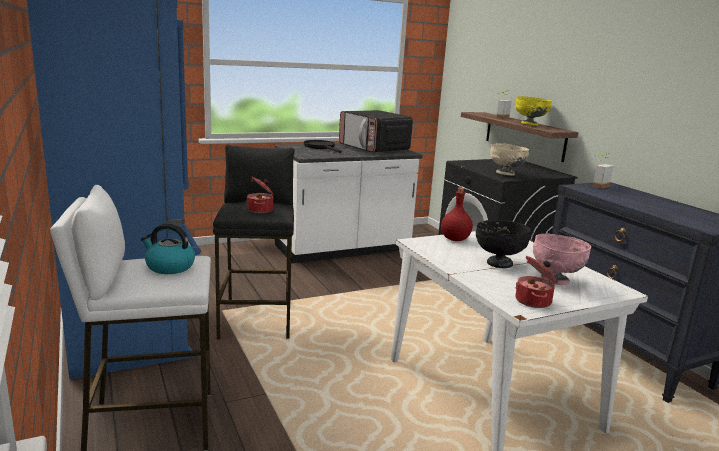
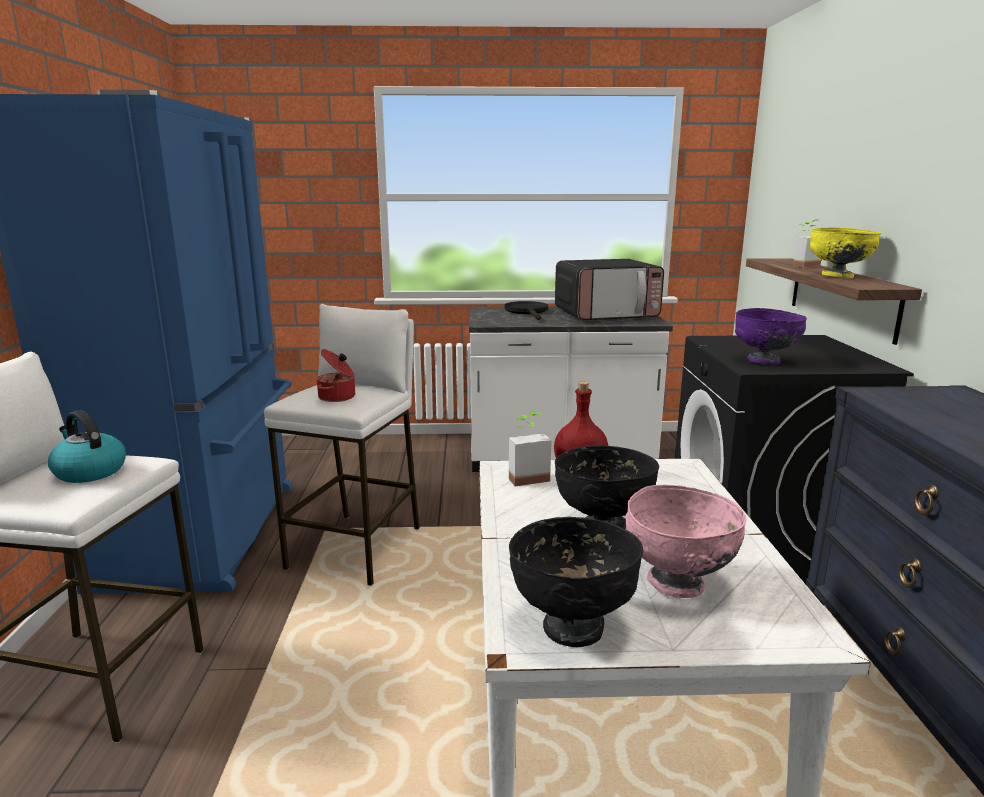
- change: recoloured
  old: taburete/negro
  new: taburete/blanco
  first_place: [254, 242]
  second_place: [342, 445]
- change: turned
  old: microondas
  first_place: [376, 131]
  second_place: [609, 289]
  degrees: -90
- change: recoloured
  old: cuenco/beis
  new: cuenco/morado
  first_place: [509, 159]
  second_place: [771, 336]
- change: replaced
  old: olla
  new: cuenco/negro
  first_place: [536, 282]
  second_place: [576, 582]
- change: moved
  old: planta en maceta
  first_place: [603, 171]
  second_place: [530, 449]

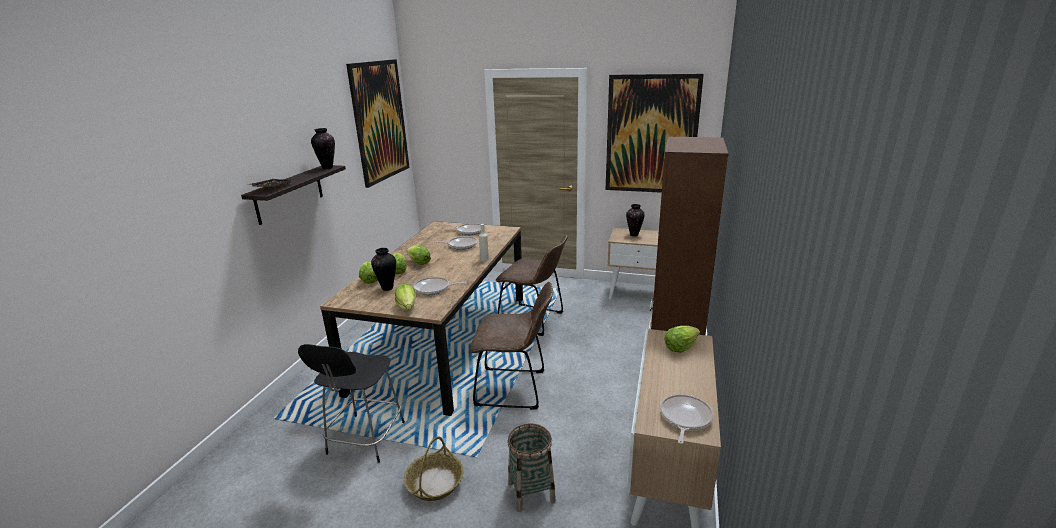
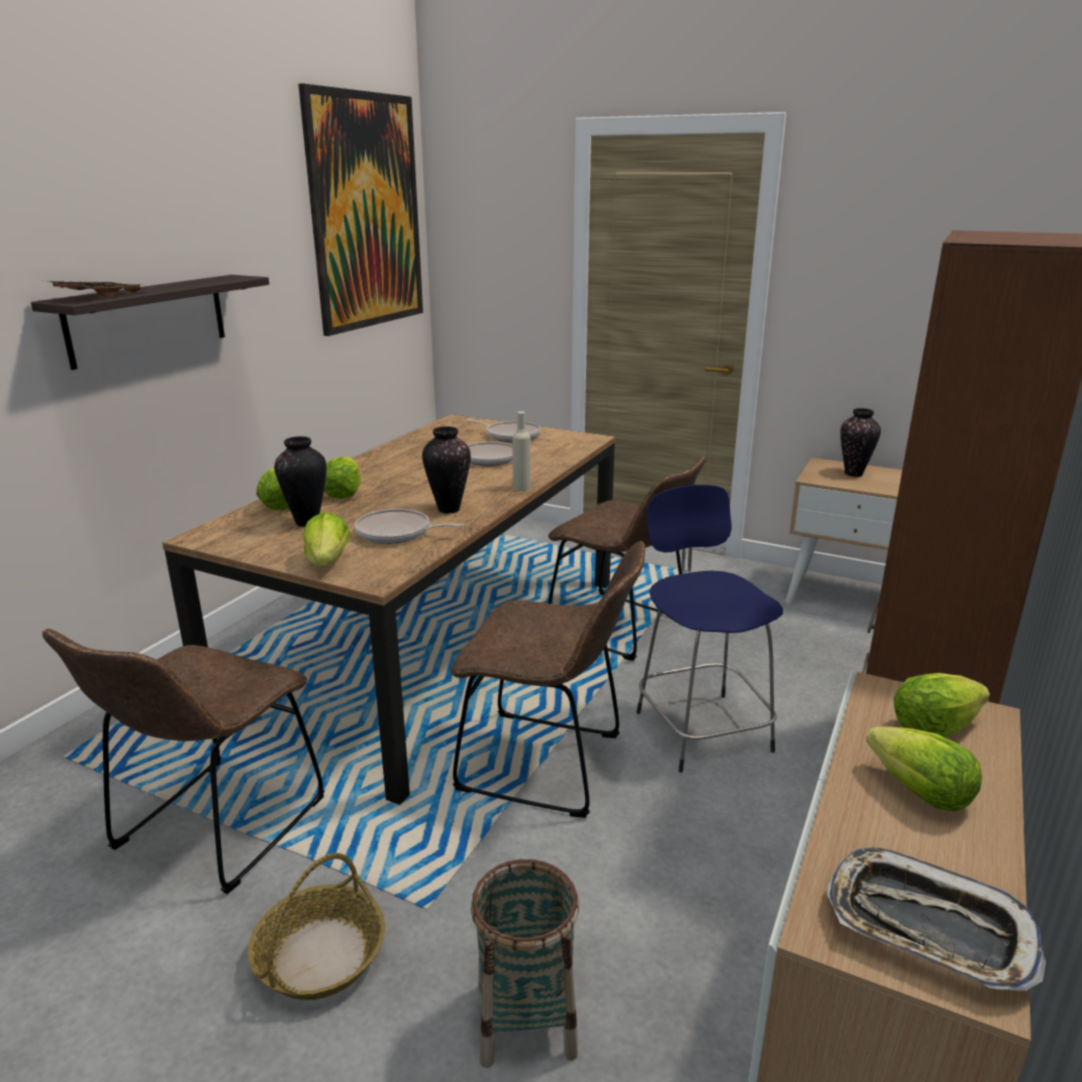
- change: replaced
  old: taburete/negro
  new: silla/marrón
  first_place: [351, 403]
  second_place: [183, 761]
- change: moved
  old: florero
  first_place: [323, 148]
  second_place: [446, 470]
- change: moved
  old: lechuga
  first_place: [418, 255]
  second_place: [924, 769]
- change: removed
  old: cuadro
  first_place: [655, 133]
- change: replaced
  old: sartén
  new: bandeja
  first_place: [686, 419]
  second_place: [936, 919]
- change: added
  new: taburete/azul
  second_place: [709, 628]

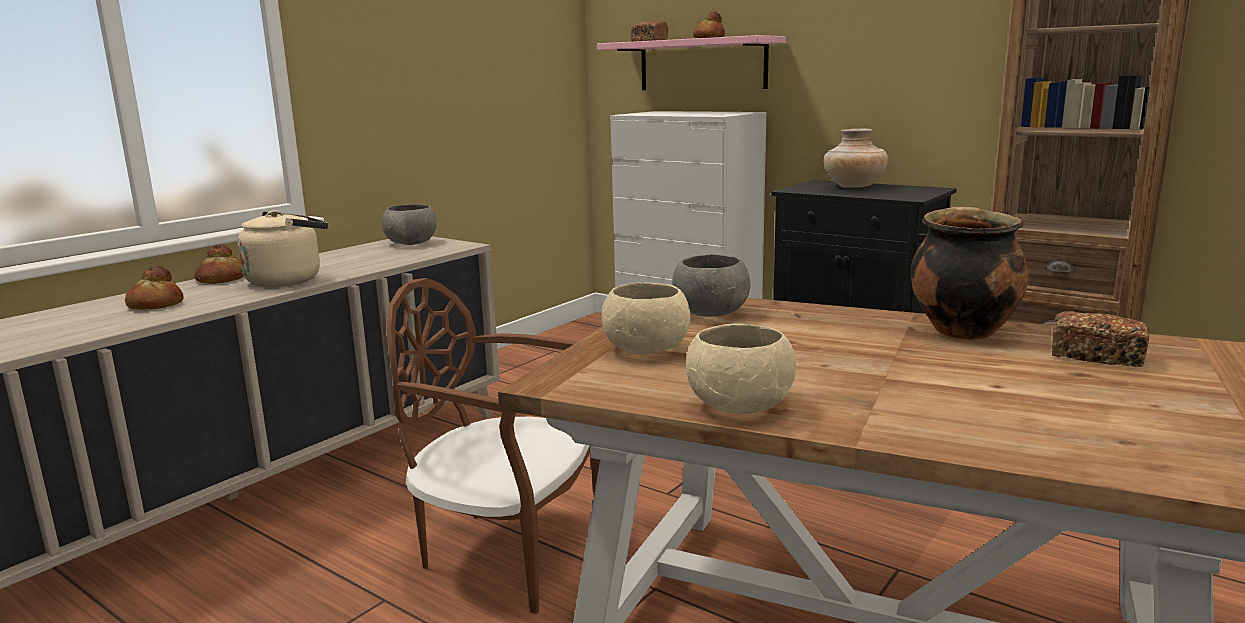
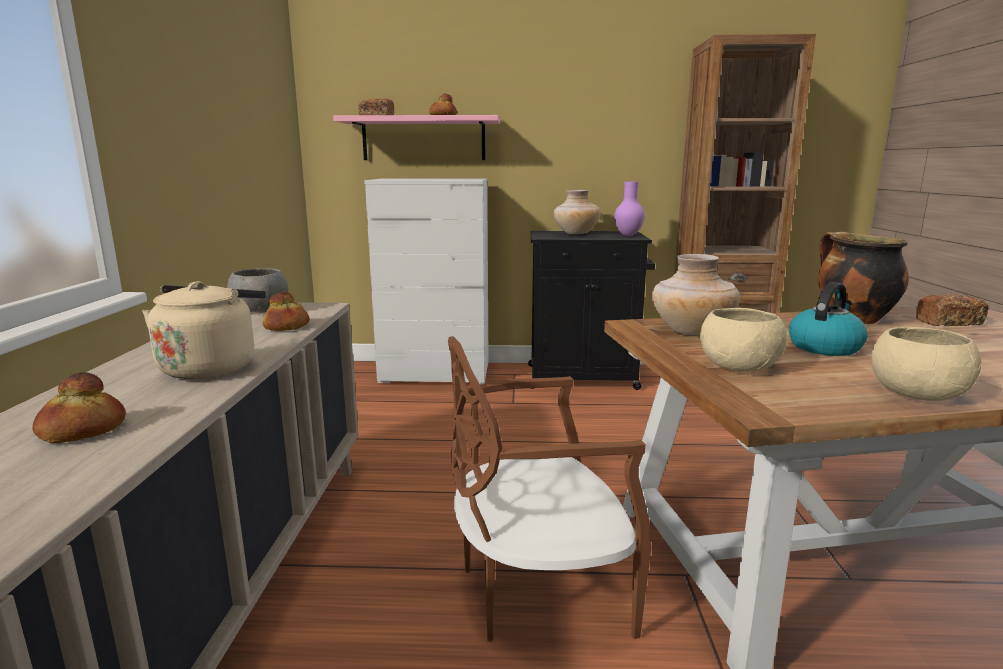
- change: moved
  old: pan
  first_place: [219, 264]
  second_place: [286, 311]
- change: replaced
  old: cuenco/gris
  new: florero/beis
  first_place: [711, 285]
  second_place: [696, 294]
- change: added
  new: florero/morado
  second_place: [629, 208]
- change: added
  new: hervidor
  second_place: [828, 319]

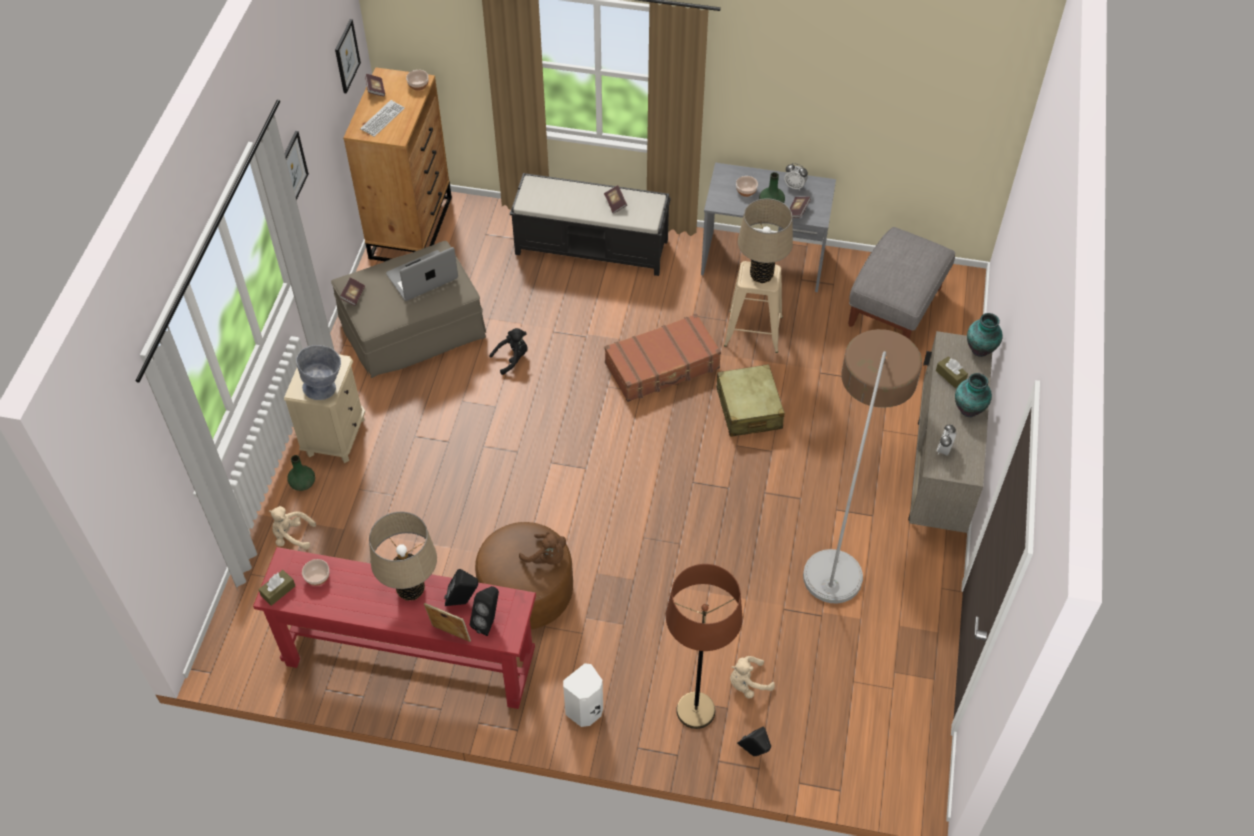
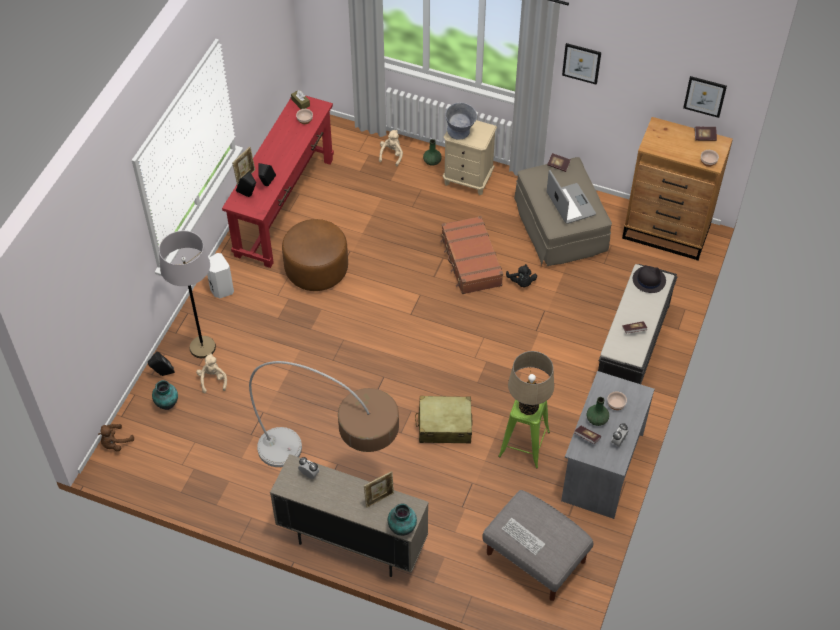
- change: moved
  old: teclado
  first_place: [382, 118]
  second_place: [523, 536]
- change: removed
  old: lámpara de mesa/beis
  first_place: [403, 556]
- change: moved
  old: peluche/marrón
  first_place: [542, 548]
  second_place: [116, 438]
- change: moved
  old: maleta/marrón
  first_place: [662, 357]
  second_place: [471, 255]
- change: recoloured
  old: lámpara de pie/marrón
  new: lámpara de pie/gris
  first_place: [704, 646]
  second_place: [187, 294]
- change: recoloured
  old: taburete/beis
  new: taburete/verde
  first_place: [753, 307]
  second_place: [524, 433]
- change: replaced
  old: caja de pañuelos/marrón
  new: portarretratos
  first_place: [952, 372]
  second_place: [379, 489]
- change: moved
  old: florero
  first_place: [973, 395]
  second_place: [165, 395]
- change: added
  new: sombrero/negro
  second_place: [649, 279]

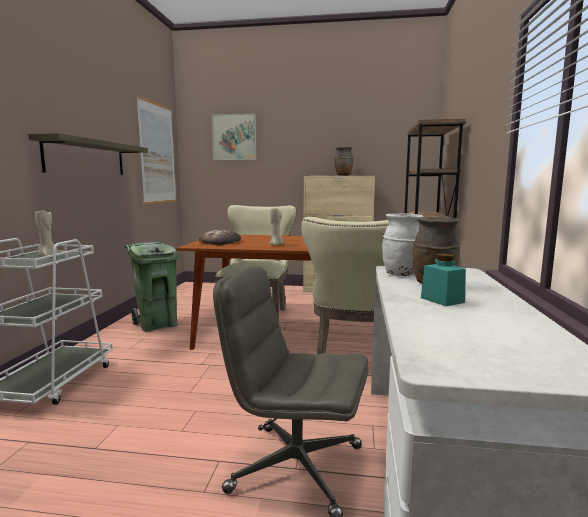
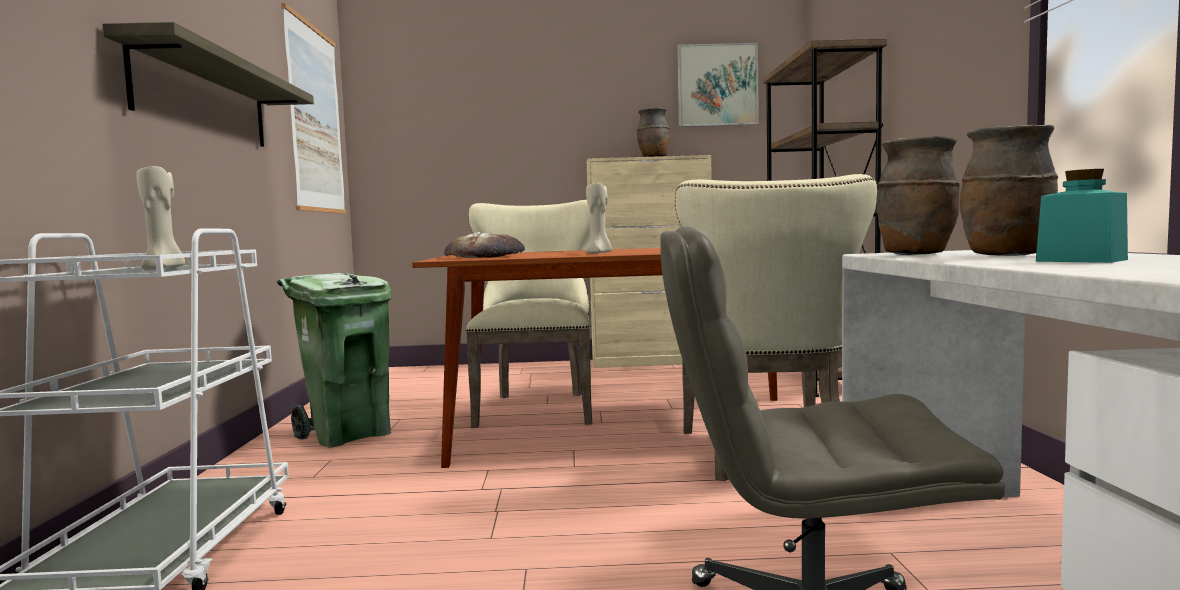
- change: moved
  old: cuadro
  first_place: [234, 136]
  second_place: [718, 85]
- change: recoloured
  old: florero/blanco
  new: florero/marrón
  first_place: [403, 244]
  second_place: [918, 195]

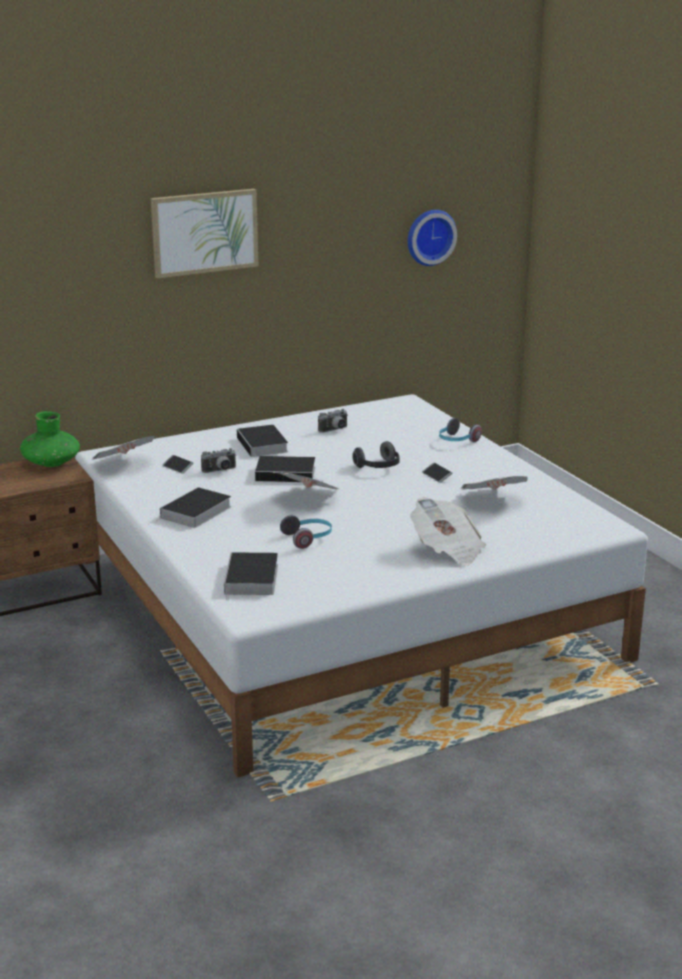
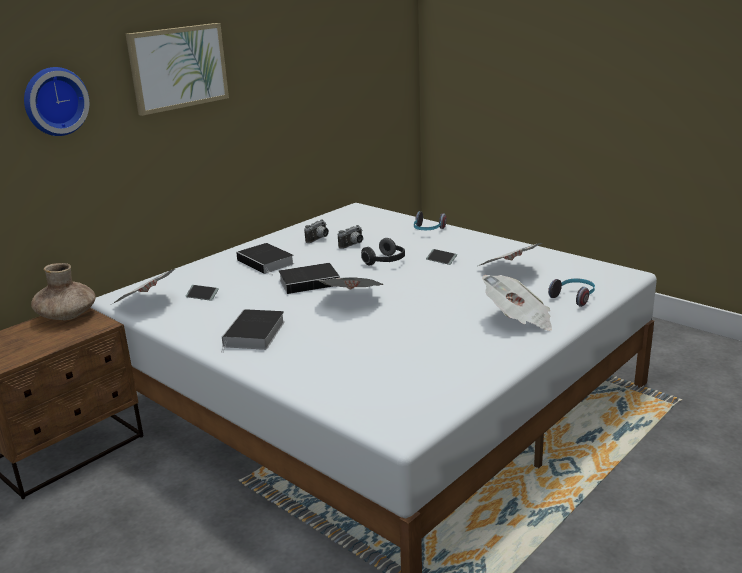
- change: recoloured
  old: florero/verde
  new: florero/marrón
  first_place: [50, 439]
  second_place: [63, 291]
- change: moved
  old: cámara
  first_place: [218, 460]
  second_place: [350, 237]
- change: removed
  old: libro
  first_place: [251, 576]
- change: moved
  old: auriculares
  first_place: [306, 532]
  second_place: [571, 292]
- change: moved
  old: reloj de pared
  first_place: [432, 238]
  second_place: [56, 101]

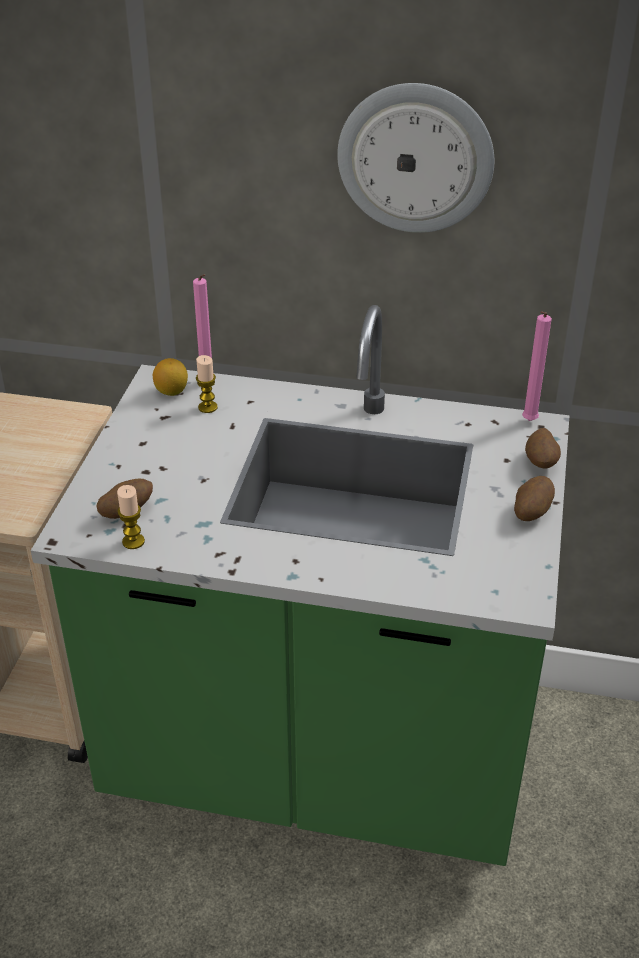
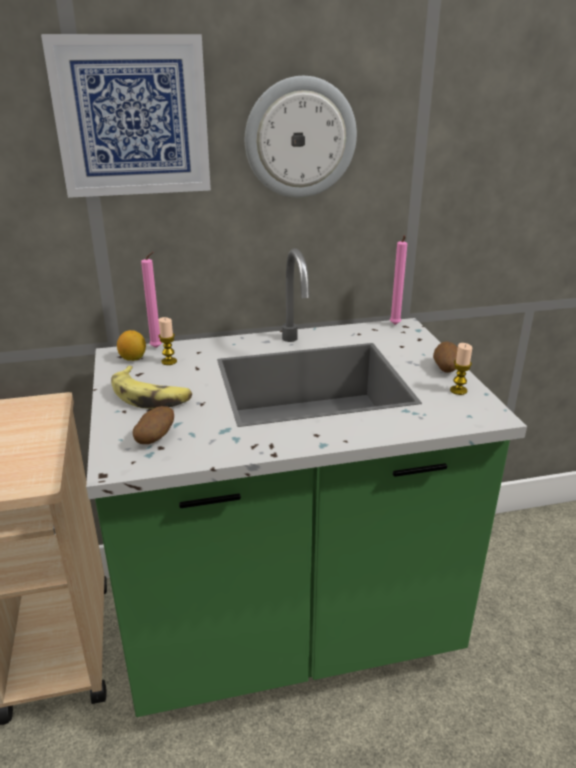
- change: moved
  old: vela
  first_place: [131, 517]
  second_place: [461, 369]
- change: removed
  old: patata
  first_place: [543, 448]
- change: added
  new: cuadro
  second_place: [126, 116]
- change: added
  new: plátano
  second_place: [151, 387]

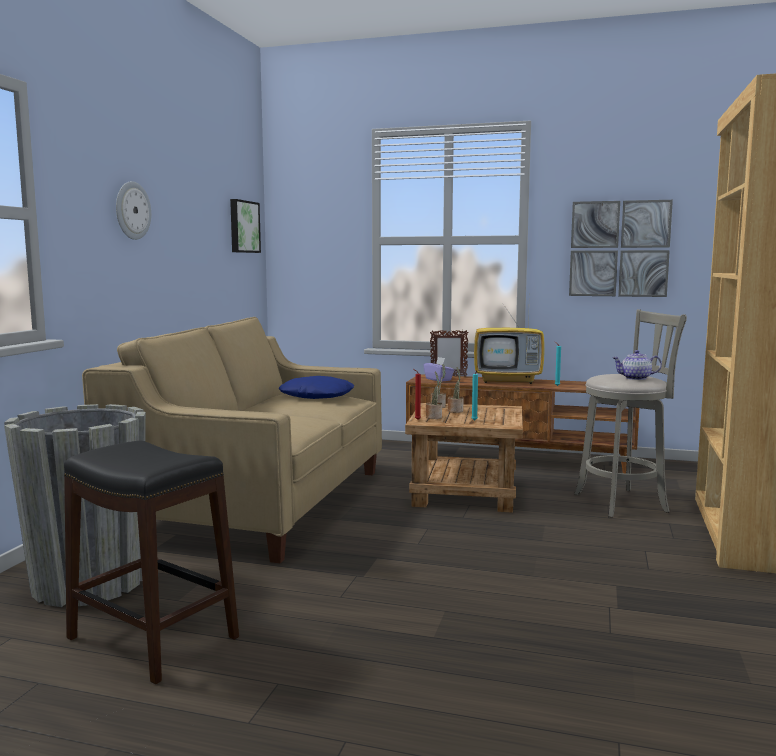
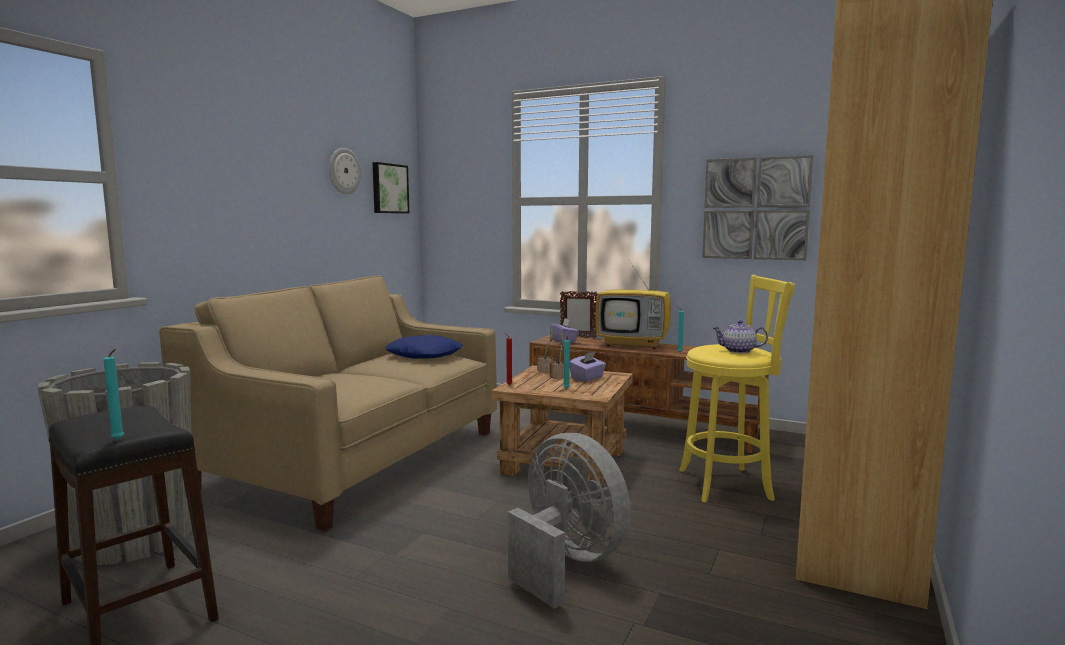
- change: moved
  old: reloj de pared
  first_place: [133, 210]
  second_place: [345, 171]
- change: removed
  old: planta en maceta
  first_place: [434, 395]
- change: recoloured
  old: taburete/gris
  new: taburete/amarillo
  first_place: [630, 413]
  second_place: [737, 389]
- change: added
  new: vela/turquesa
  second_place: [113, 394]
- change: added
  new: ventilador/gris
  second_place: [569, 521]
- change: added
  new: caja de pañuelos/morado
  second_place: [587, 366]

